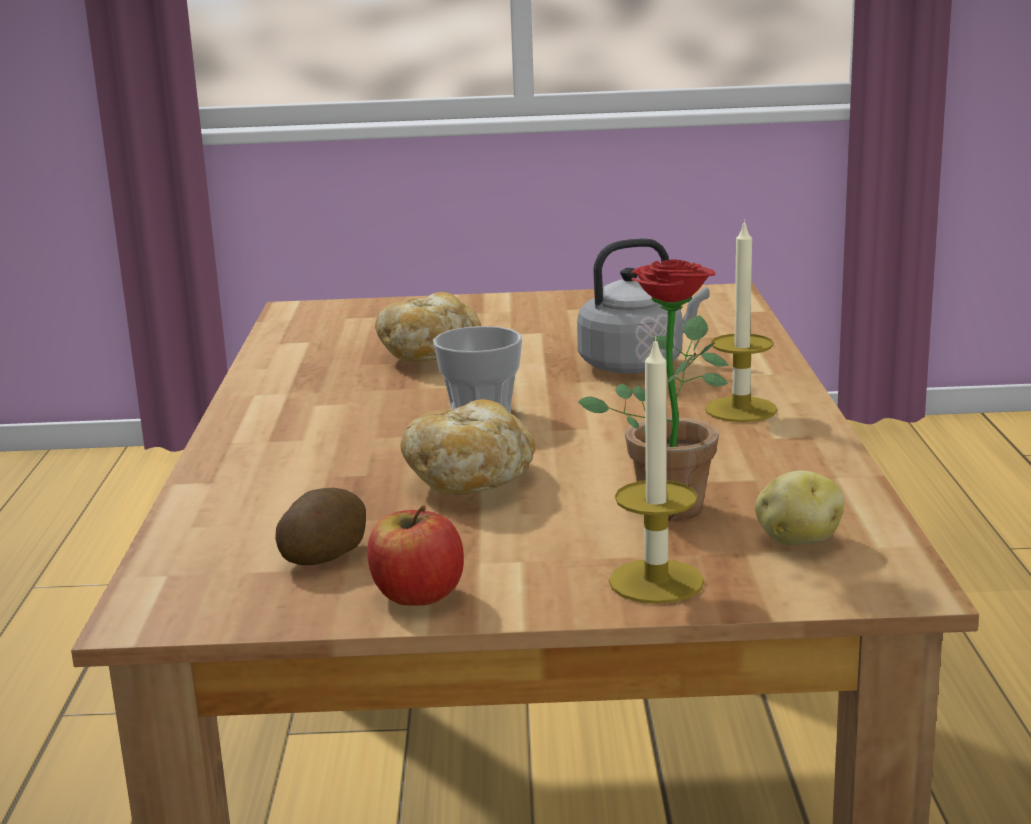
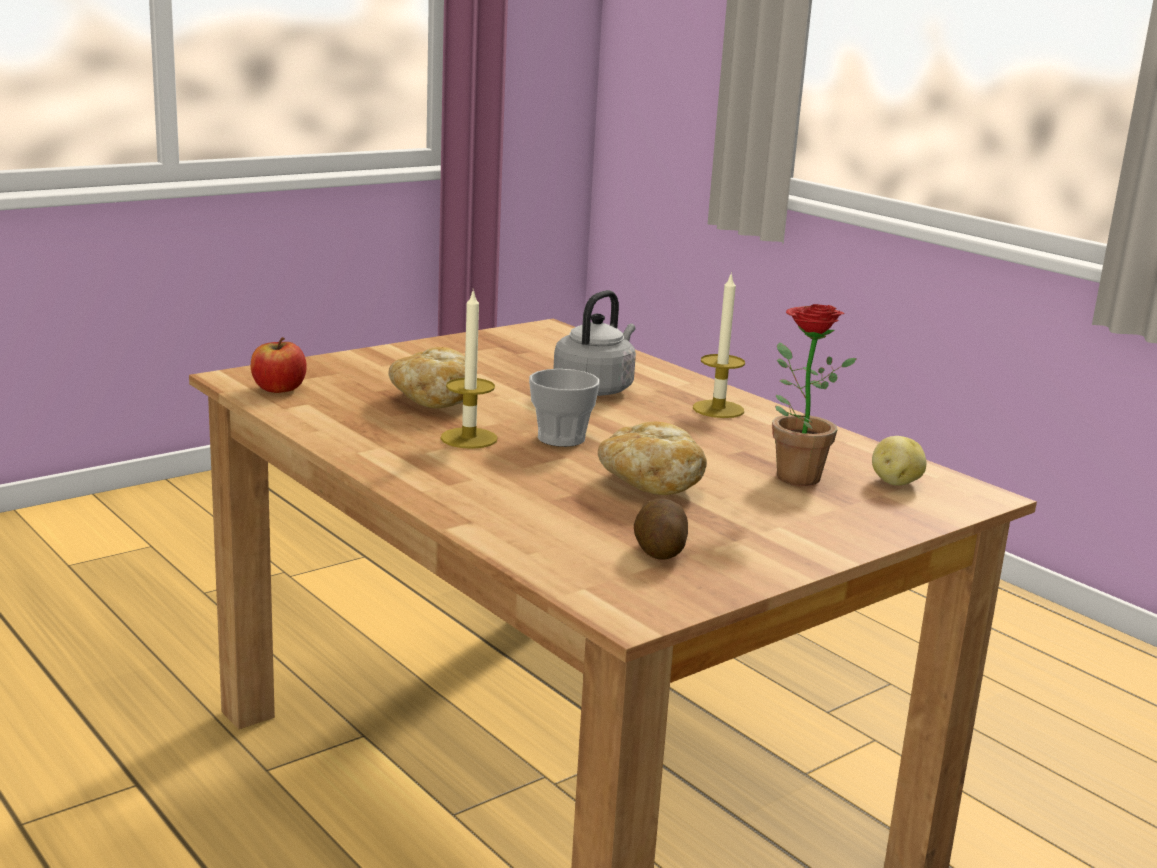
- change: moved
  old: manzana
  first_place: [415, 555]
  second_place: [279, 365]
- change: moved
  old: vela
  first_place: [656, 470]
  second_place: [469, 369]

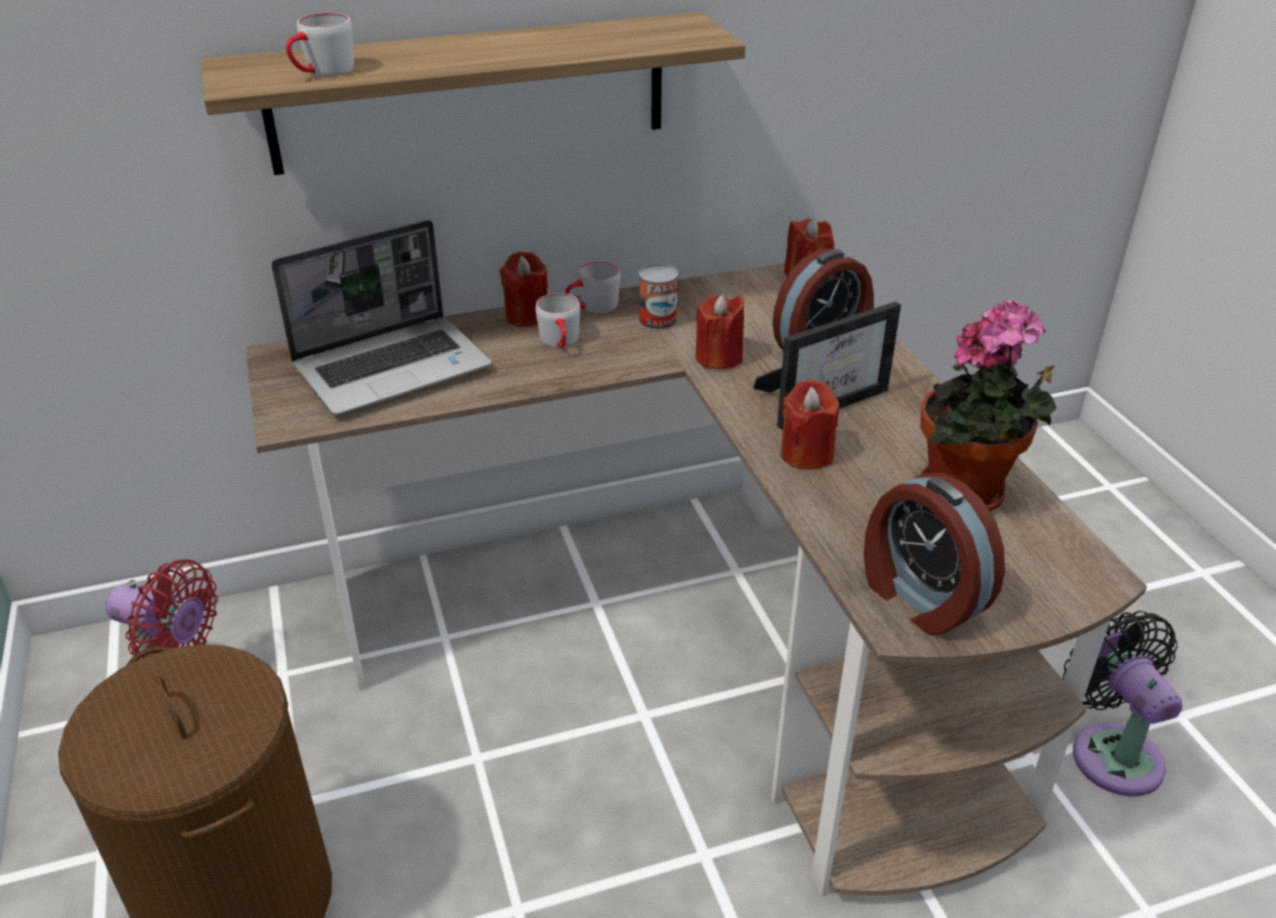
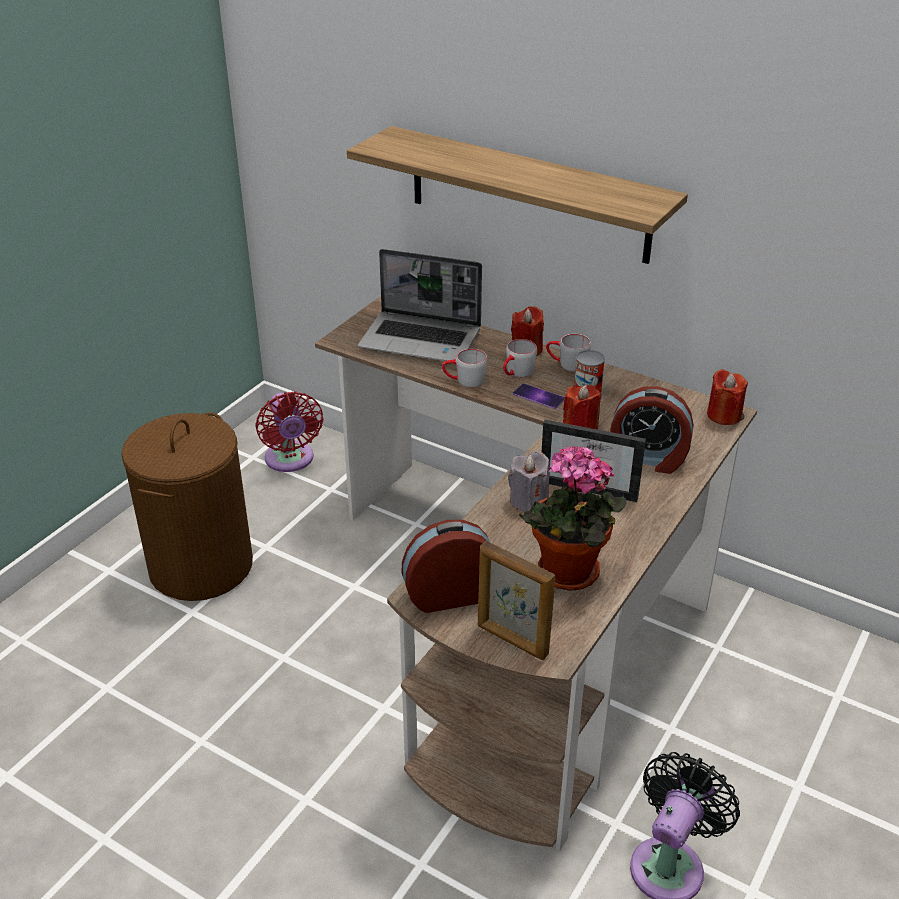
- change: moved
  old: taza grande/gris
  first_place: [320, 44]
  second_place: [464, 368]
- change: recoloured
  old: vela/rojo
  new: vela/gris
  first_place: [810, 425]
  second_place: [529, 481]
- change: turned
  old: despertador
  first_place: [934, 554]
  second_place: [445, 566]
  degrees: 60
- change: added
  new: portarretratos
  second_place: [516, 600]
- change: added
  new: móvil
  second_place: [539, 396]

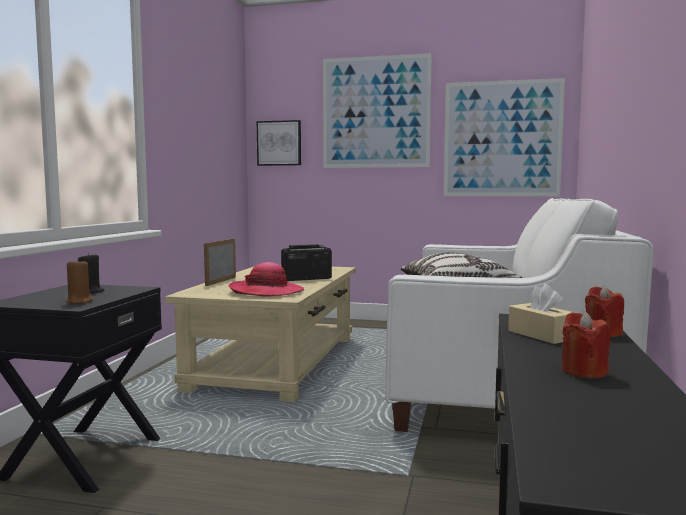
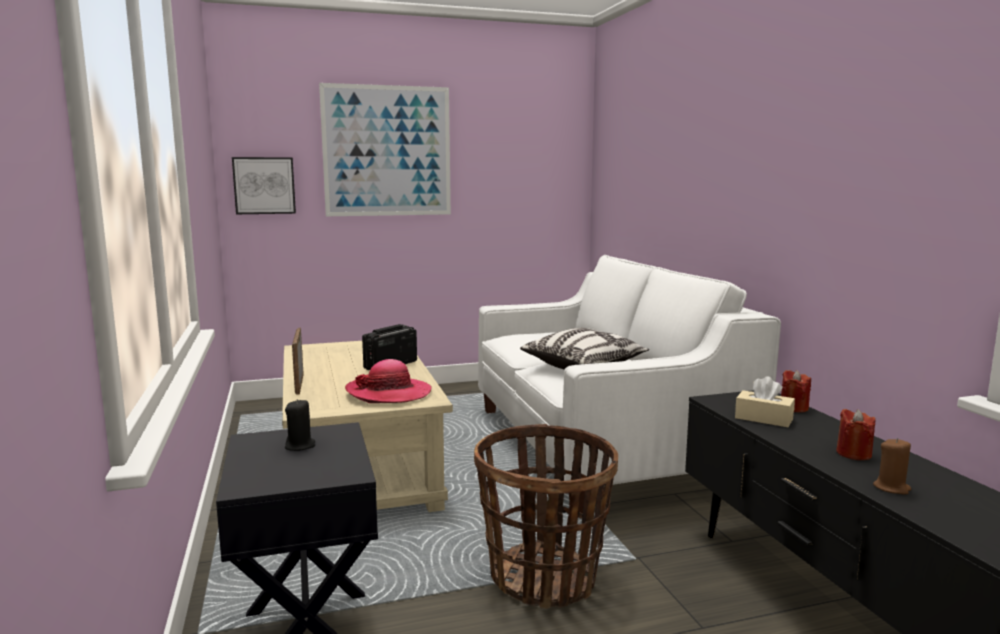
- change: moved
  old: vela/marrón
  first_place: [79, 281]
  second_place: [892, 466]
- change: removed
  old: cuadro
  first_place: [504, 137]
- change: added
  new: cesta
  second_place: [546, 516]

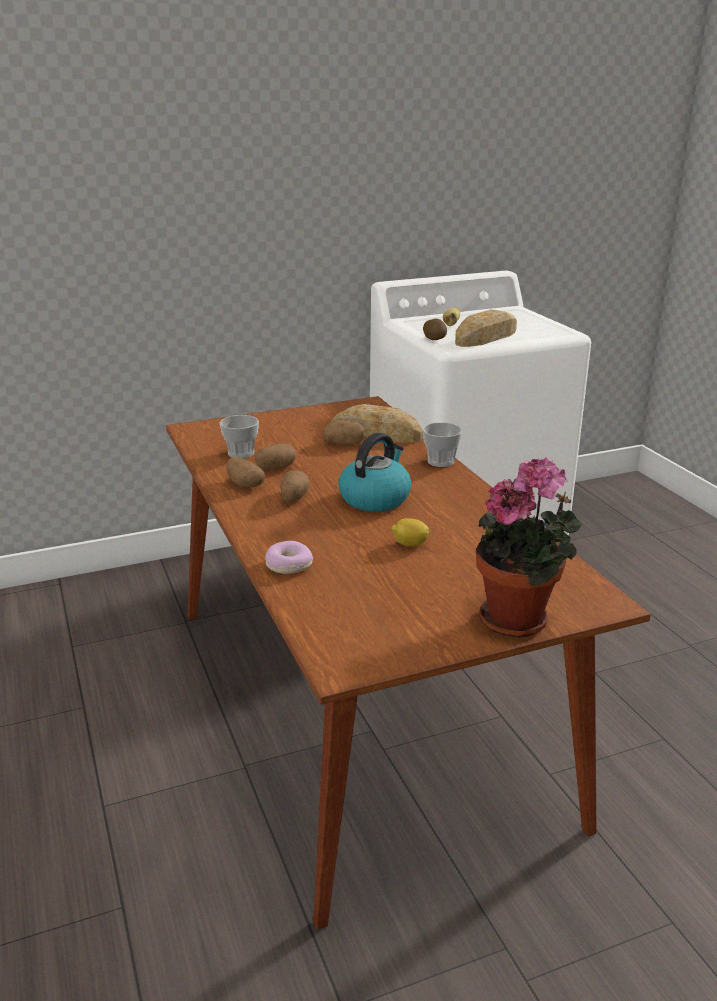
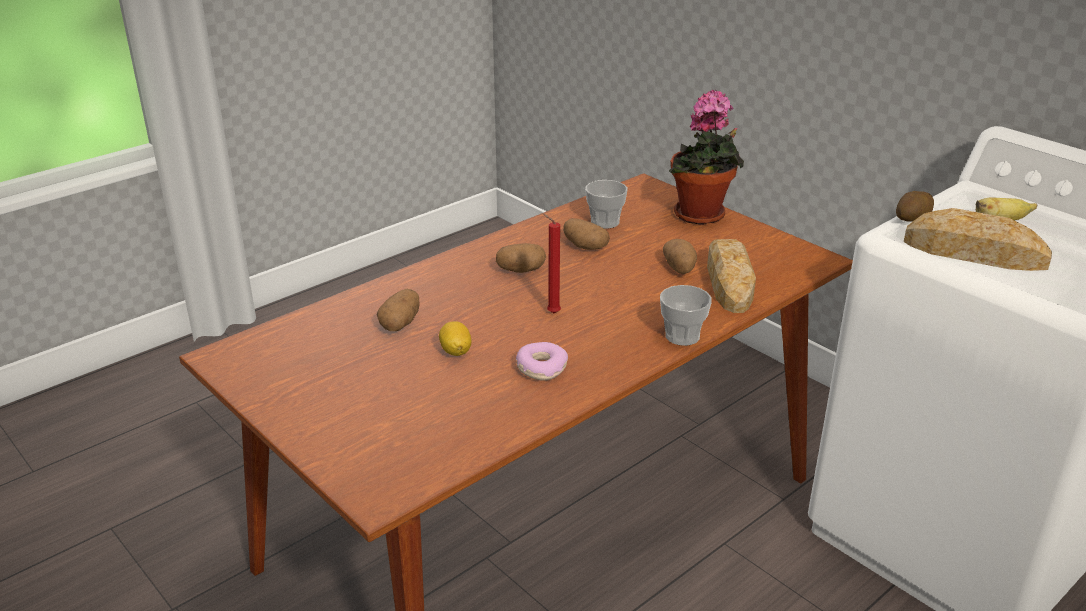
- change: moved
  old: patata
  first_place: [245, 472]
  second_place: [398, 310]
- change: moved
  old: rosquilla
  first_place: [289, 557]
  second_place: [542, 361]
- change: replaced
  old: hervidor
  new: vela/rojo
  first_place: [375, 472]
  second_place: [551, 263]
- change: moved
  old: planta en maceta
  first_place: [529, 547]
  second_place: [706, 157]

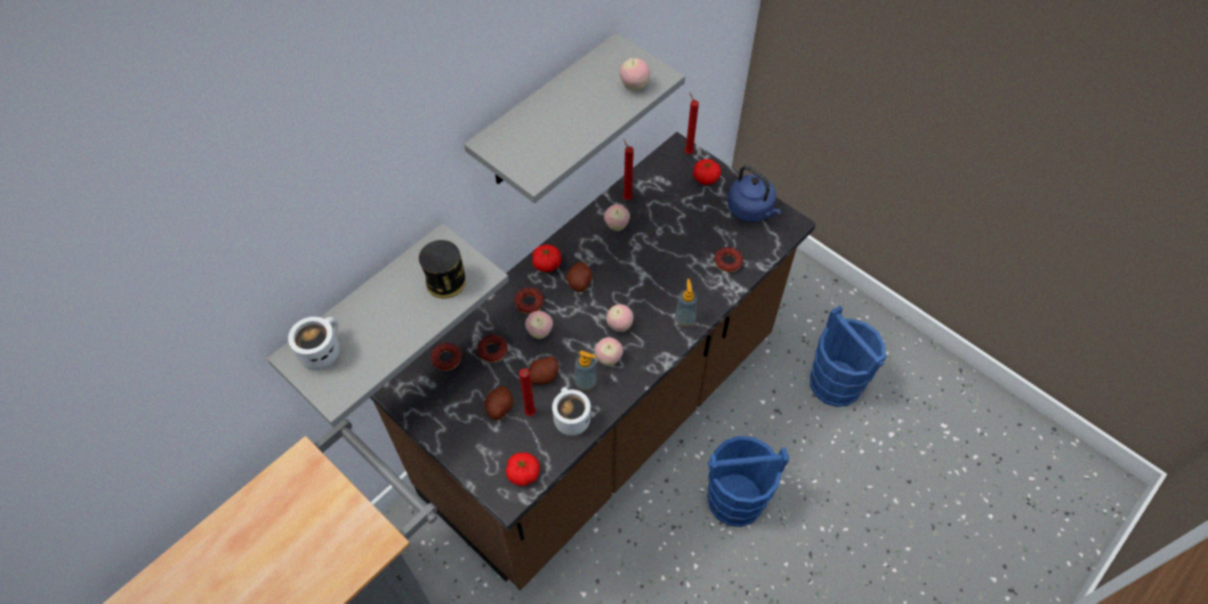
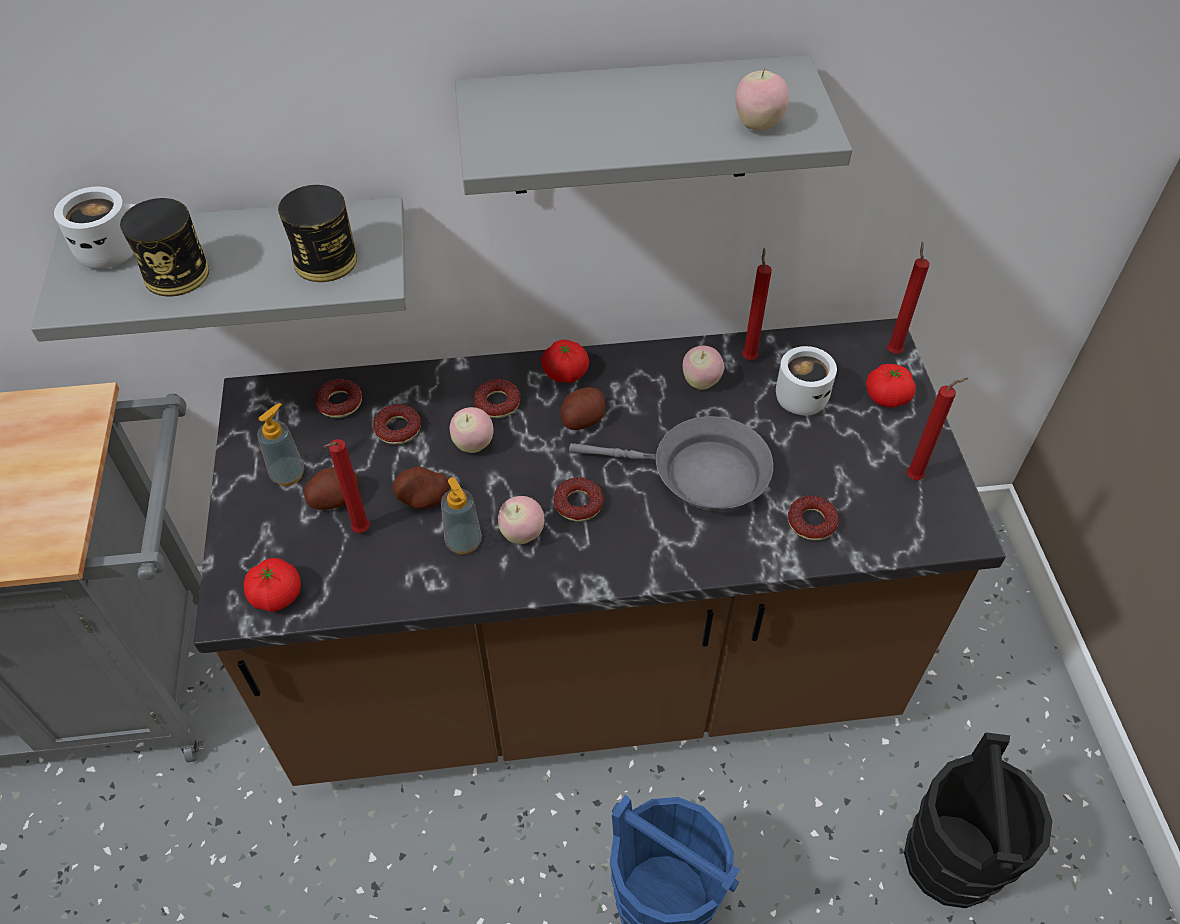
- change: moved
  old: taza grande/blanco
  first_place: [571, 411]
  second_place: [806, 380]
- change: replaced
  old: manzana
  new: rosquilla
  first_place: [619, 318]
  second_place: [579, 499]
- change: moved
  old: dispensador de jabón
  first_place: [686, 302]
  second_place: [281, 444]
- change: replaced
  old: hervidor/azul
  new: vela/rojo
  first_place: [754, 193]
  second_place: [937, 429]
- change: recoloured
  old: cubo/azul
  new: cubo/negro
  first_place: [848, 356]
  second_place: [978, 820]
- change: added
  new: lata
  second_place: [164, 247]
- change: added
  new: sartén/gris
  second_place: [671, 463]

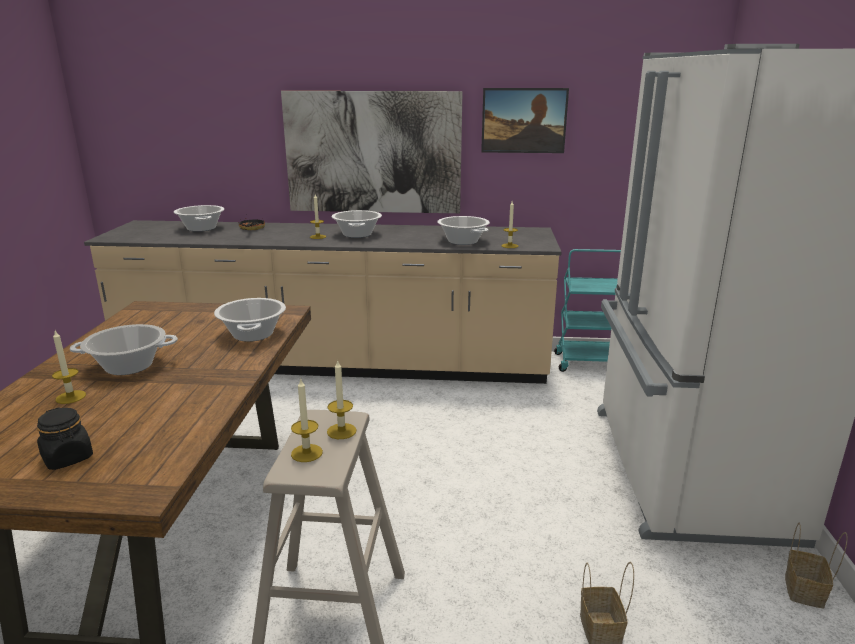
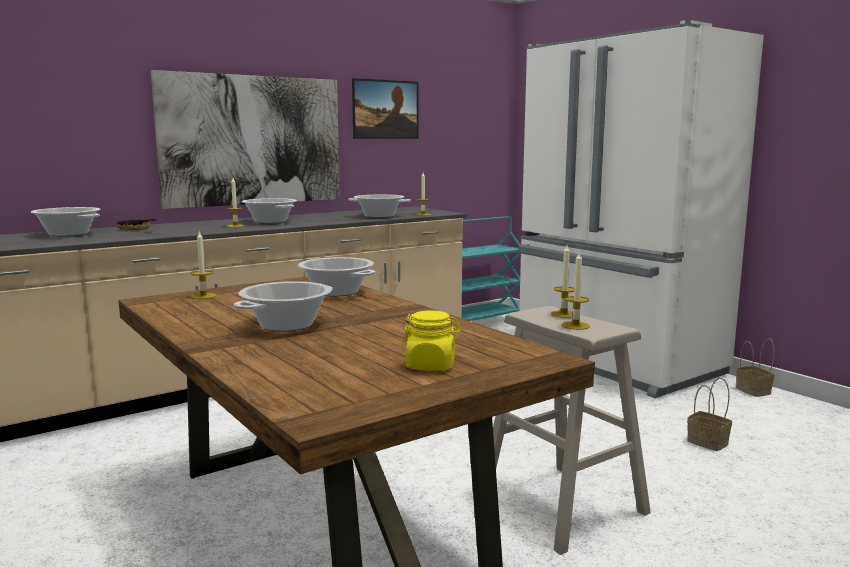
- change: recoloured
  old: tarro/negro
  new: tarro/amarillo
  first_place: [65, 438]
  second_place: [431, 340]
- change: moved
  old: vela
  first_place: [69, 367]
  second_place: [203, 264]

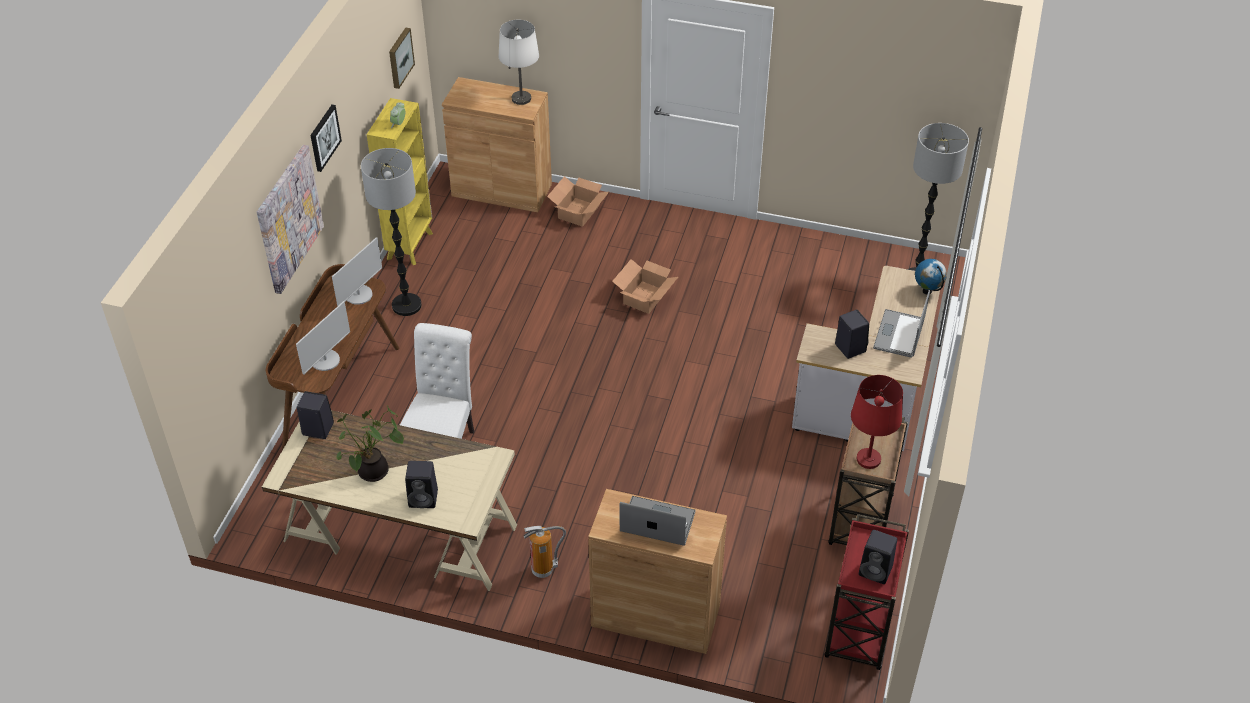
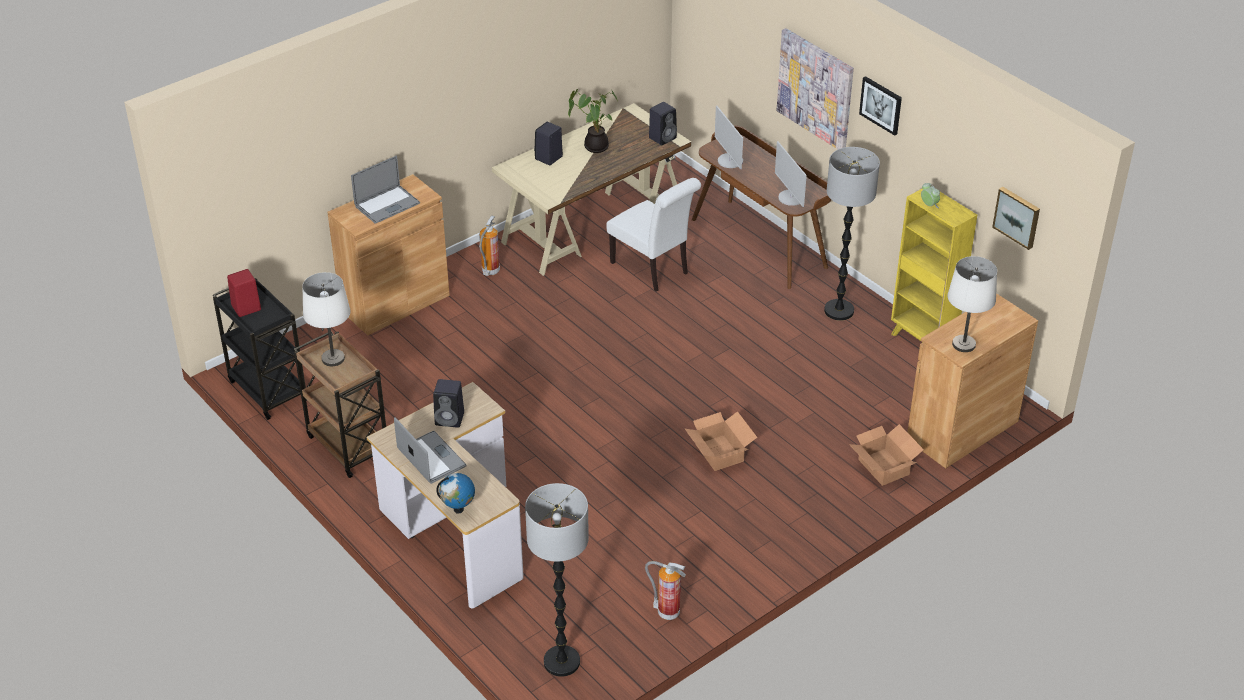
- change: recoloured
  old: carrito/rojo
  new: carrito/negro
  first_place: [867, 592]
  second_place: [260, 349]
- change: recoloured
  old: lámpara de mesa/rojo
  new: lámpara de mesa/blanco
  first_place: [877, 422]
  second_place: [326, 319]
- change: recoloured
  old: altavoz/negro
  new: altavoz/rojo
  first_place: [878, 557]
  second_place: [244, 293]
- change: added
  new: extintor
  second_place: [665, 590]

